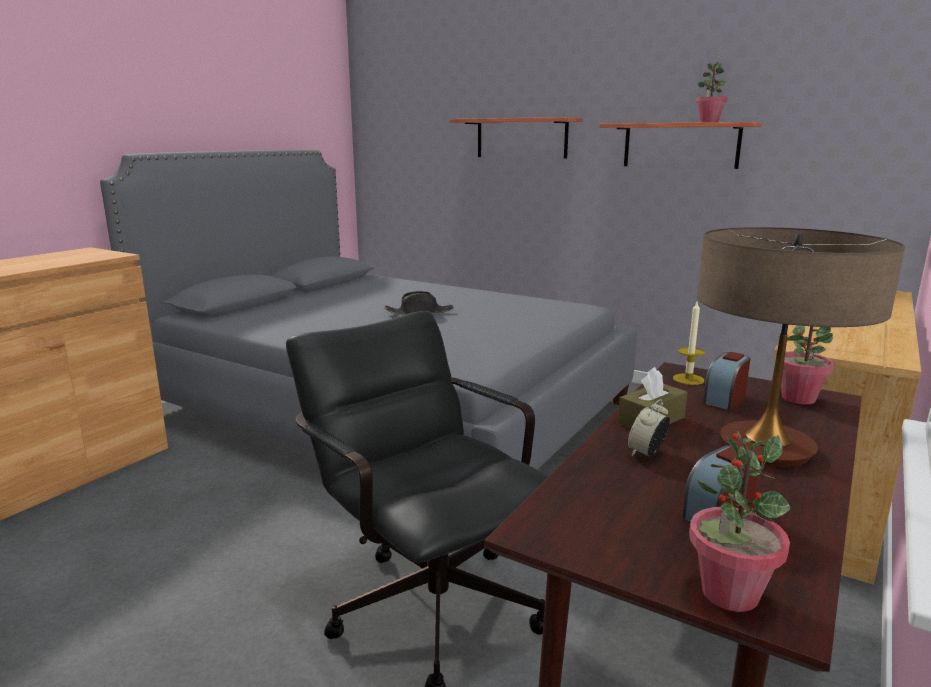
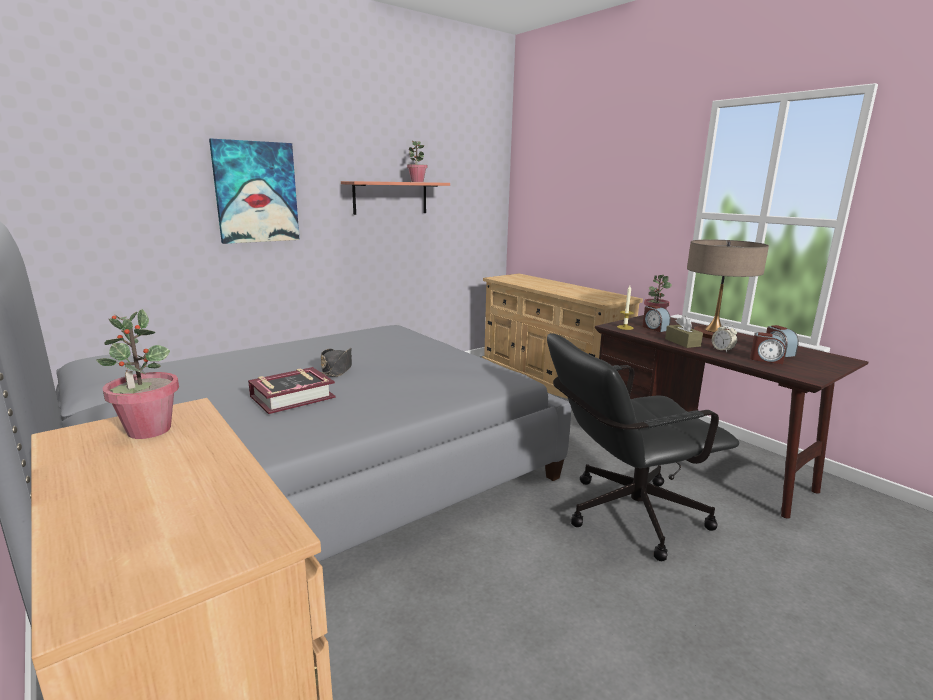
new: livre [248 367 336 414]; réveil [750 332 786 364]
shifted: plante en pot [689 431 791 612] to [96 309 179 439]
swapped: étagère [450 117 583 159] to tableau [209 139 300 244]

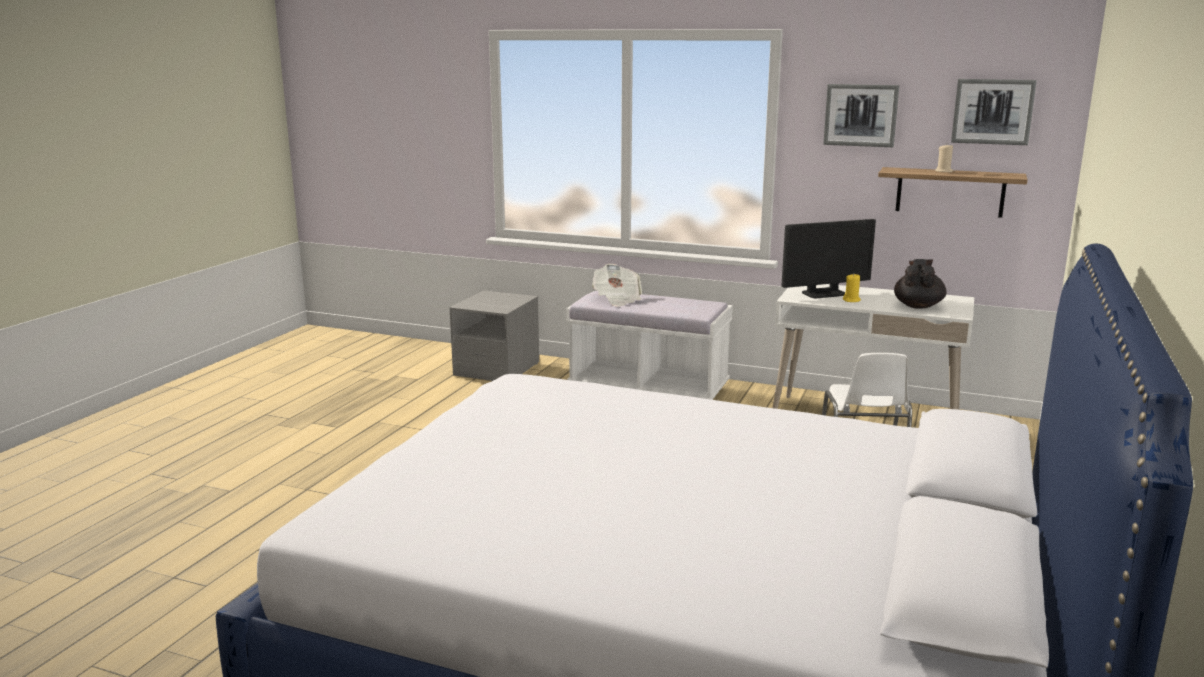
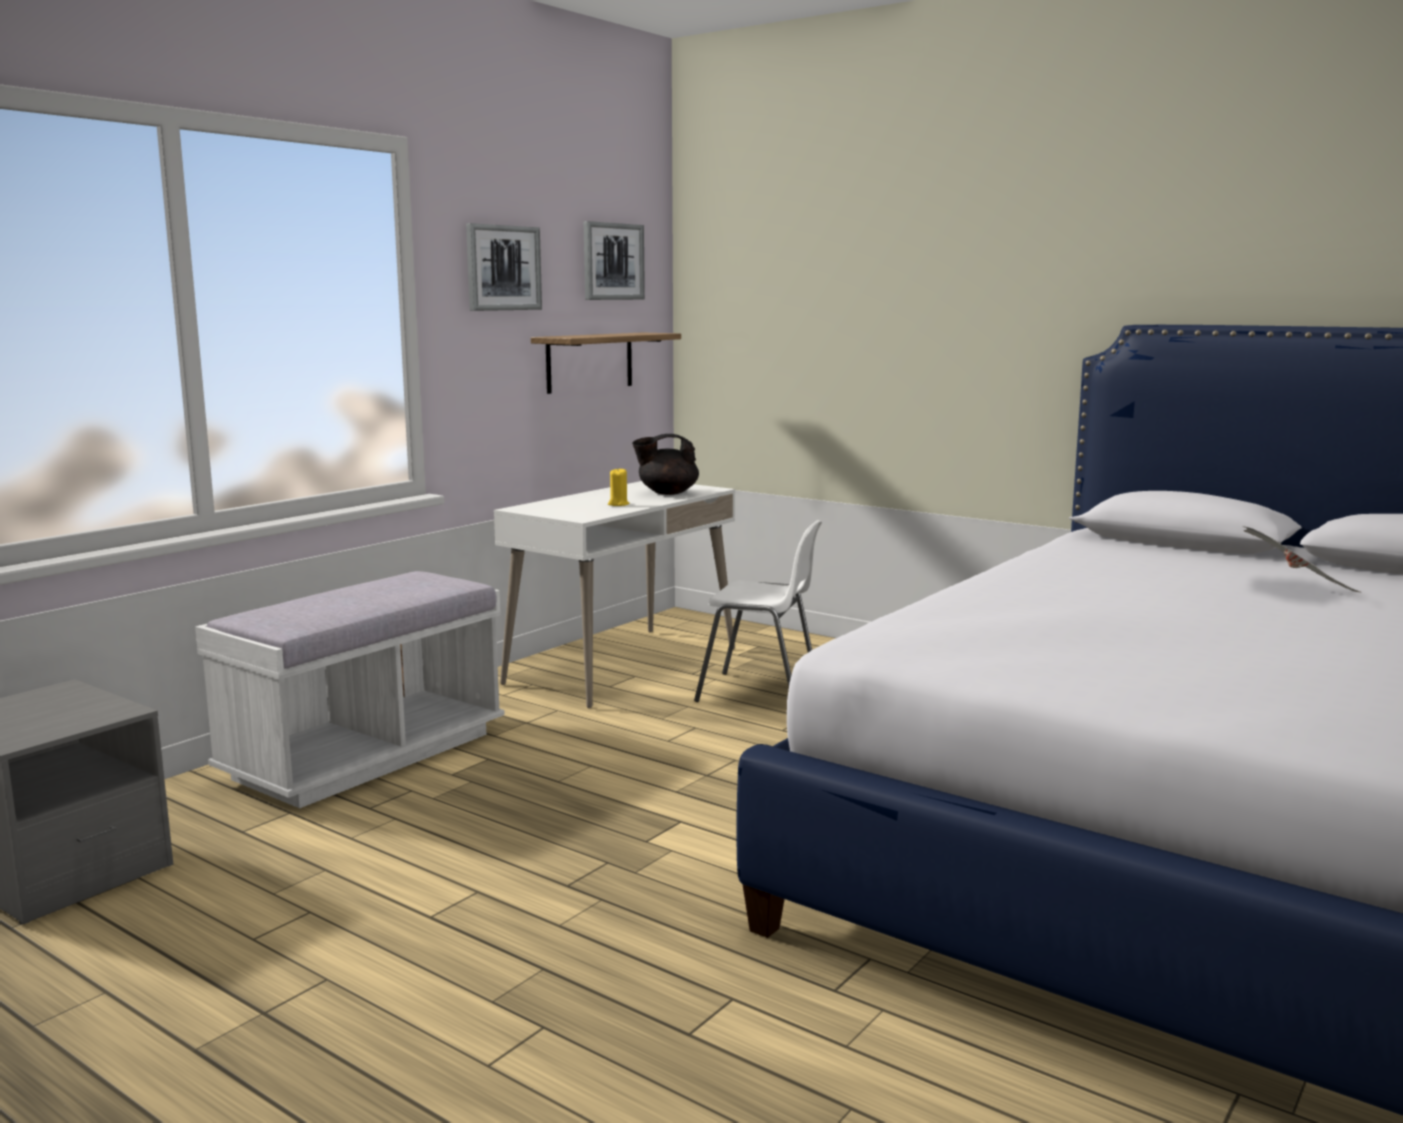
gone: écran d'ordinateur [781 219 876 298]; bougie (beige) [935 144 953 172]
shifted: journal [592 264 642 307] to [1242 526 1360 592]
rotated: théière (noir) [894 259 947 309] = [632 434 699 495] 45 degrees counterclockwise

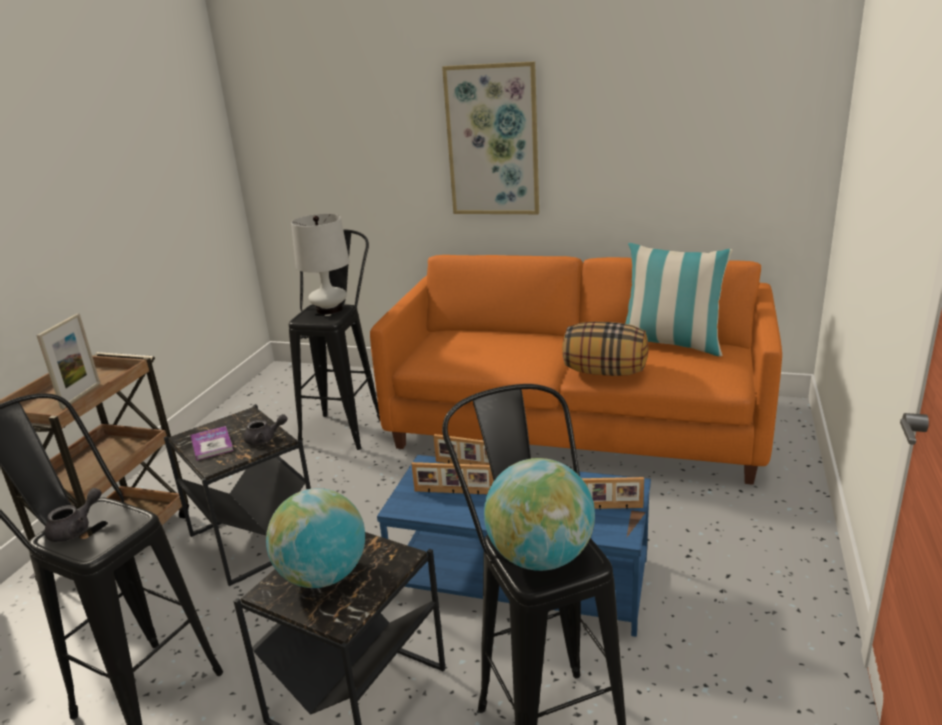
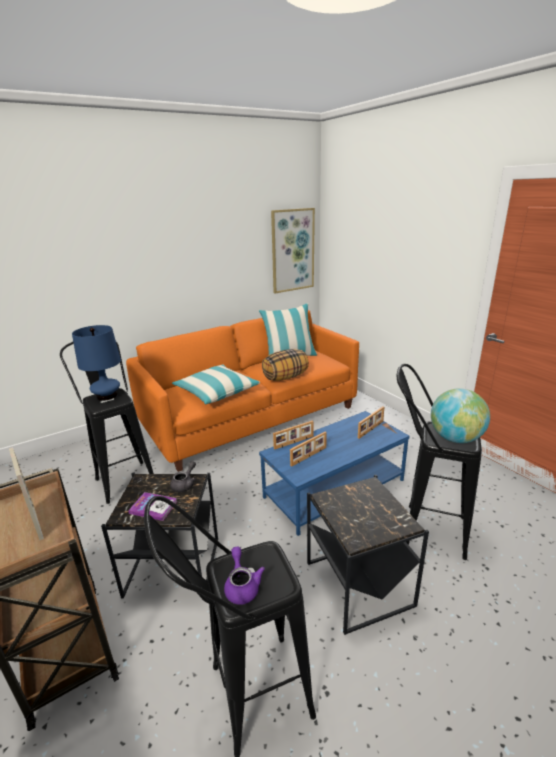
gone: globe [266 488 365 588]
new: coussin [172 365 260 404]
shifted: tableau [442 61 539 214] to [271 208 315 293]
repainted: lampe de table (blanc) [291 214 350 315] to lampe de table (bleu) [72 325 121 401]; théière (gris) [45 488 102 542] to théière (violet) [224 546 265 605]

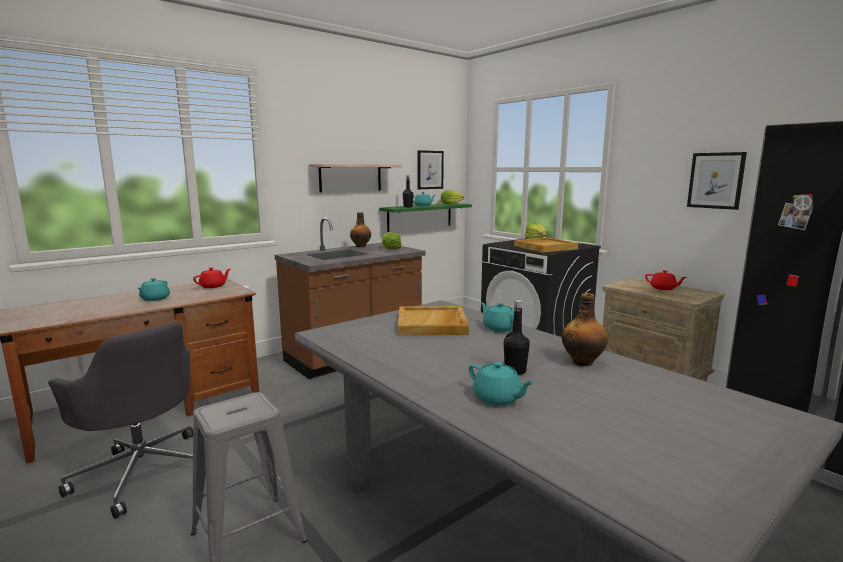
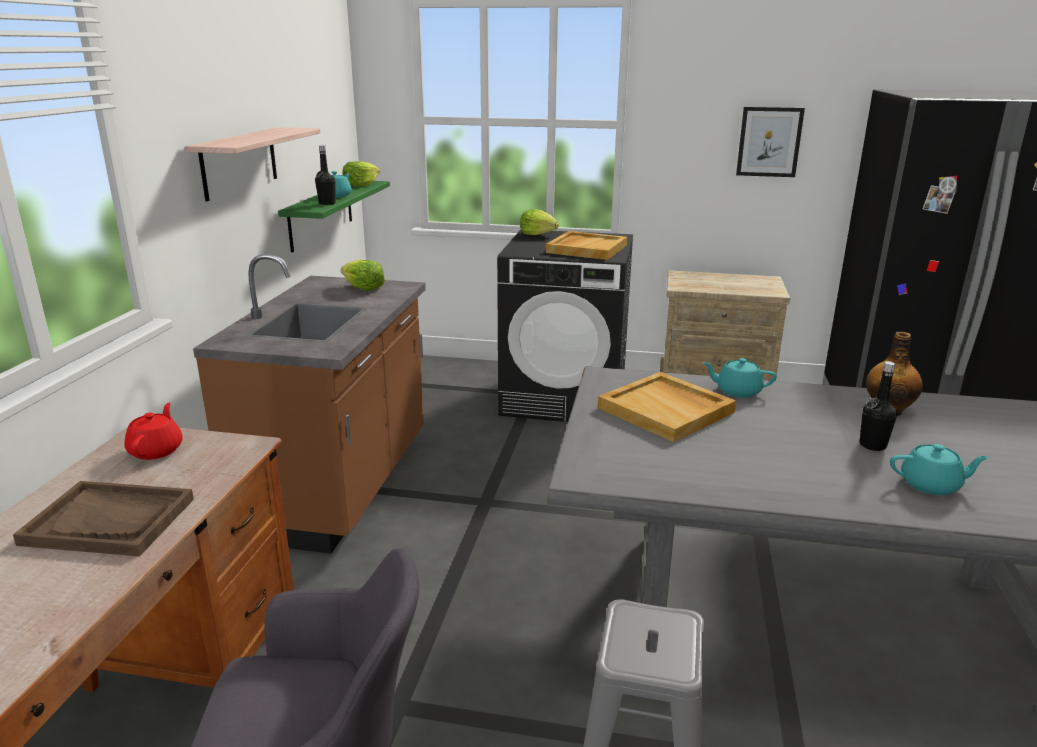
gone: bouteille [350 212 371 247]; tableau [418 150 444 189]; théière (rouge) [645 270 687 290]
swapped: théière (turquoise) [138 278 170 301] to plateau (marron) [13 481 194 557]

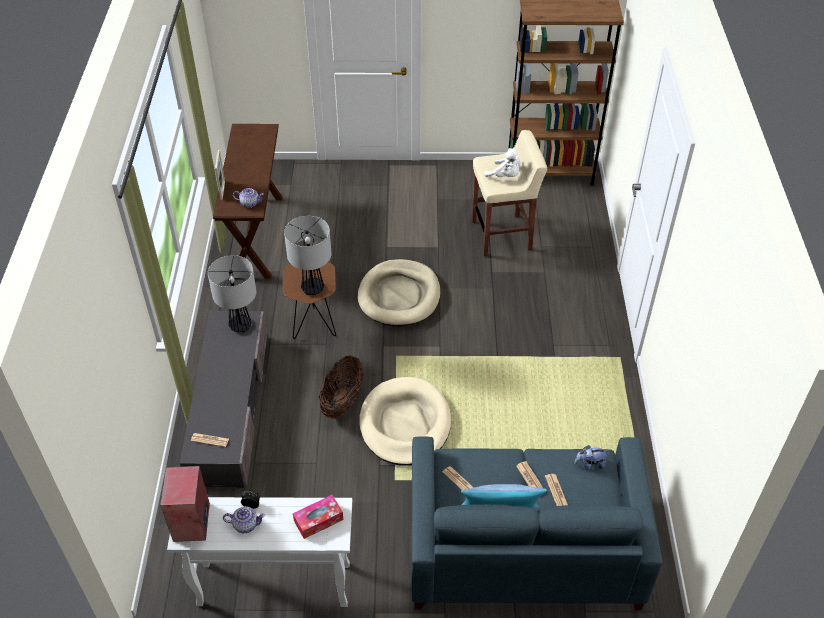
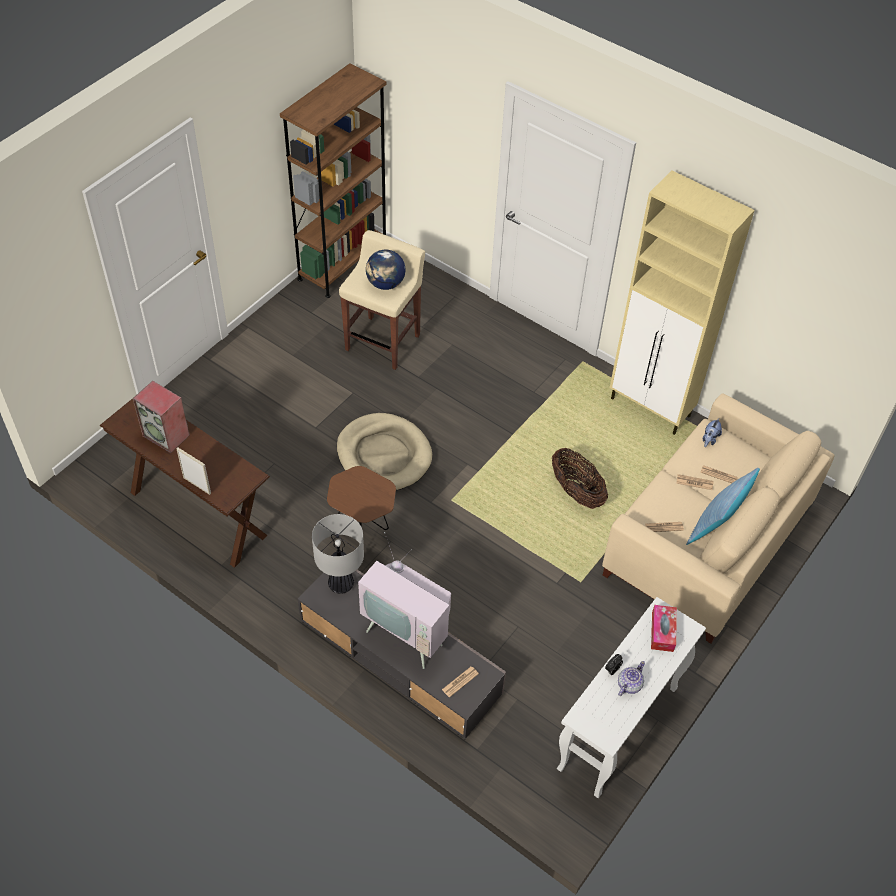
gone: théière [233 188 264 208]; lampe de table [284 216 332 295]; panier pour chien (beige) [359 377 451 465]
new: téléviseur [358 532 451 669]; meuble de rangement (beige) [610 170 755 435]
shifted: enceinte [160 466 210 542] to [133 381 190 453]; panier [319 355 363 419] to [552 448 608 509]
swapped: peluche (blanc) [484 148 520 177] to globe [366 250 406 290]
repainted: canapé (bleu) [411 437 662 611] to canapé (beige) [602 393 834 644]

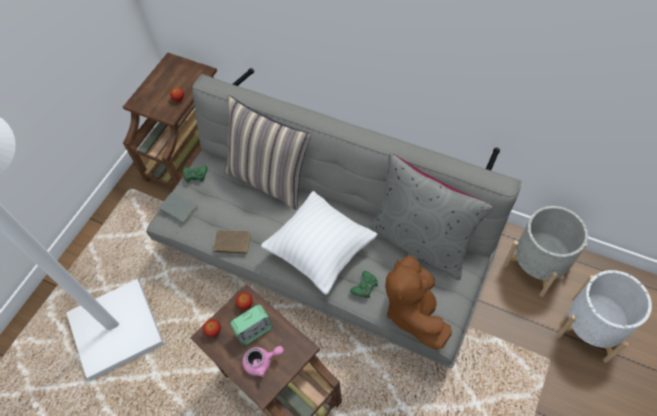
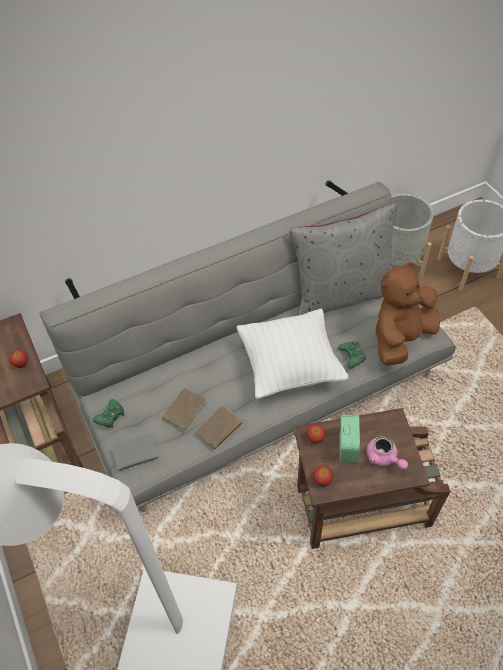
gone: coussin [224 95 311 210]
new: livre (marron) [155 388 206 431]
rotated: théière (rose) [243 346 284 377] = [366 436 408 469] 120 degrees clockwise; peluche (marron) [385 256 452 349] = [375 262 440 366] 105 degrees clockwise

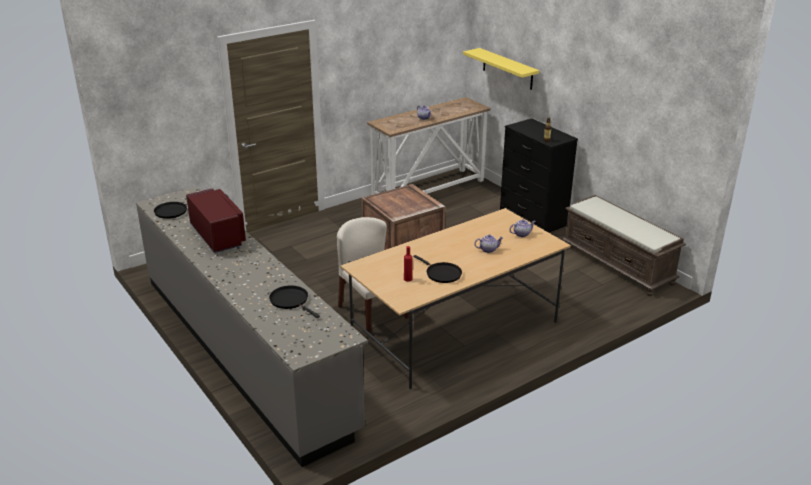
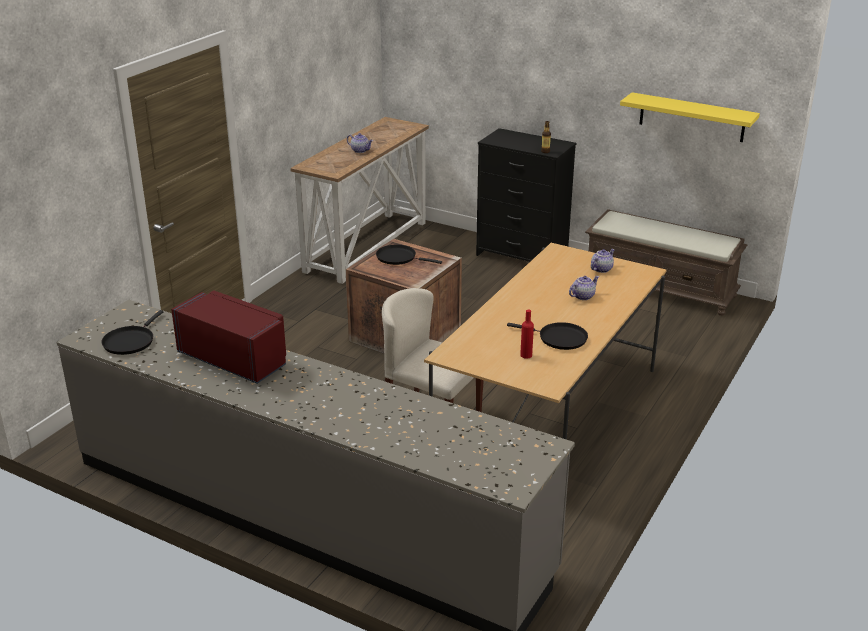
shifted: poêle (noir) [269 285 320 318] to [376 245 442 265]; étagère (jaune) [463 48 539 90] to [620 92 760 142]

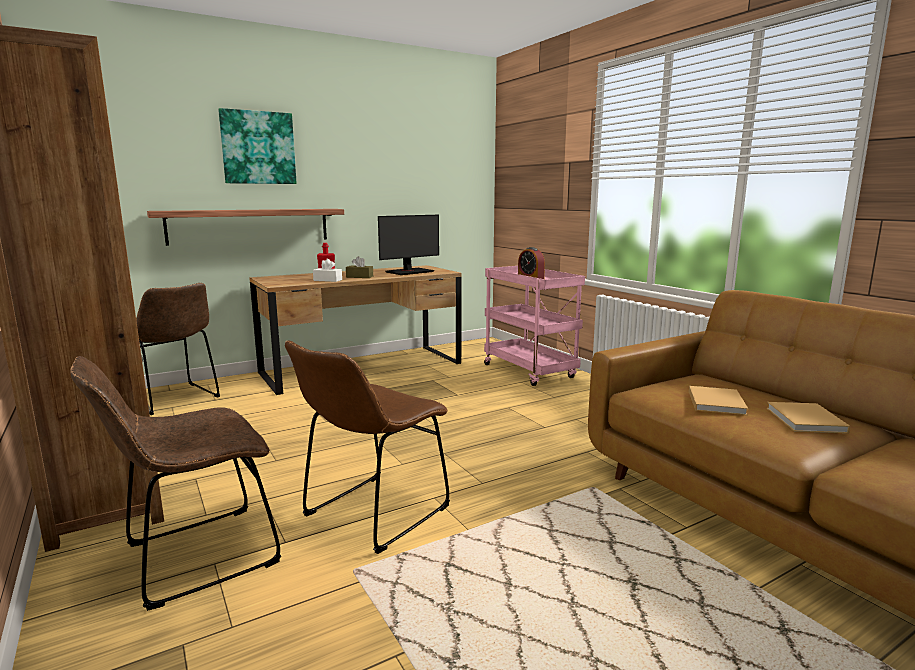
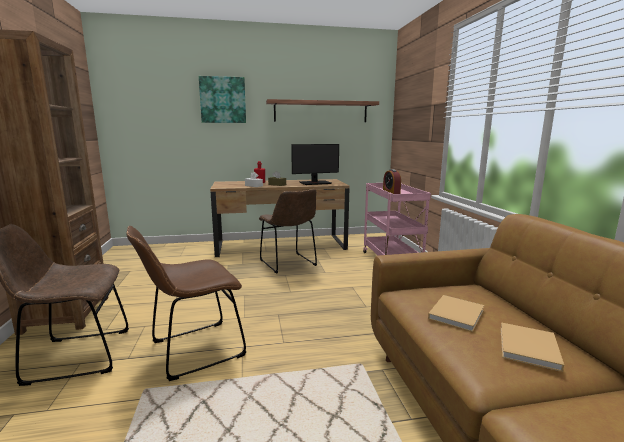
shifted: chaise (marron) [136 283 220 415] to [259 189 317 274]; étagère [147 209 344 246] to [266 99 379 122]

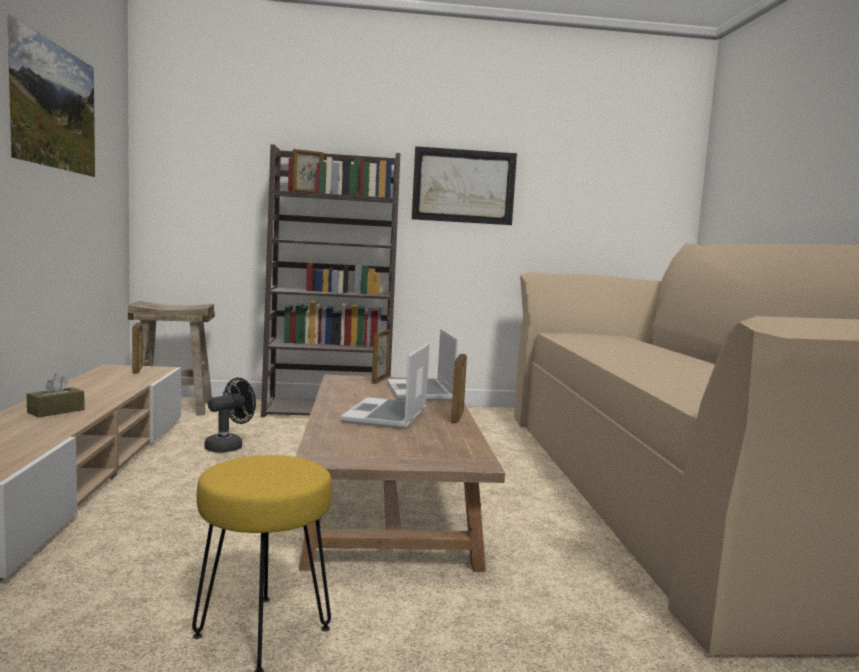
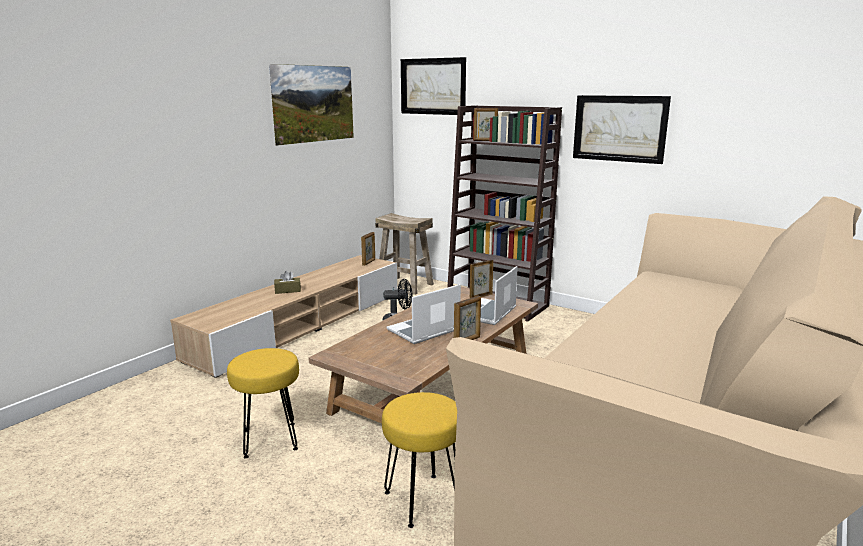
new: tabouret (jaune) [382 392 457 528]; tableau [401 57 466 115]

